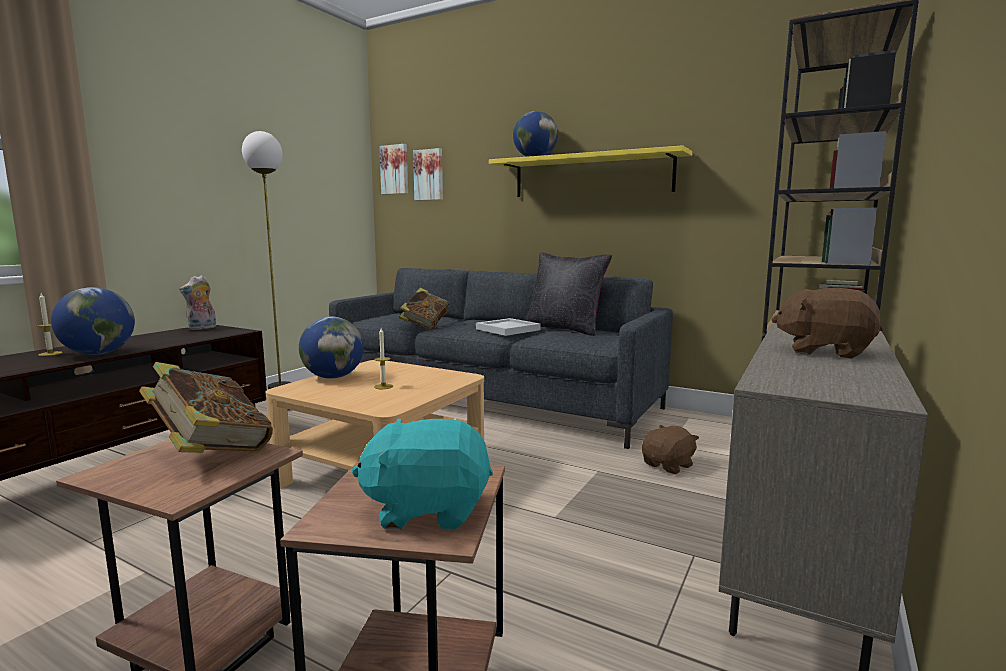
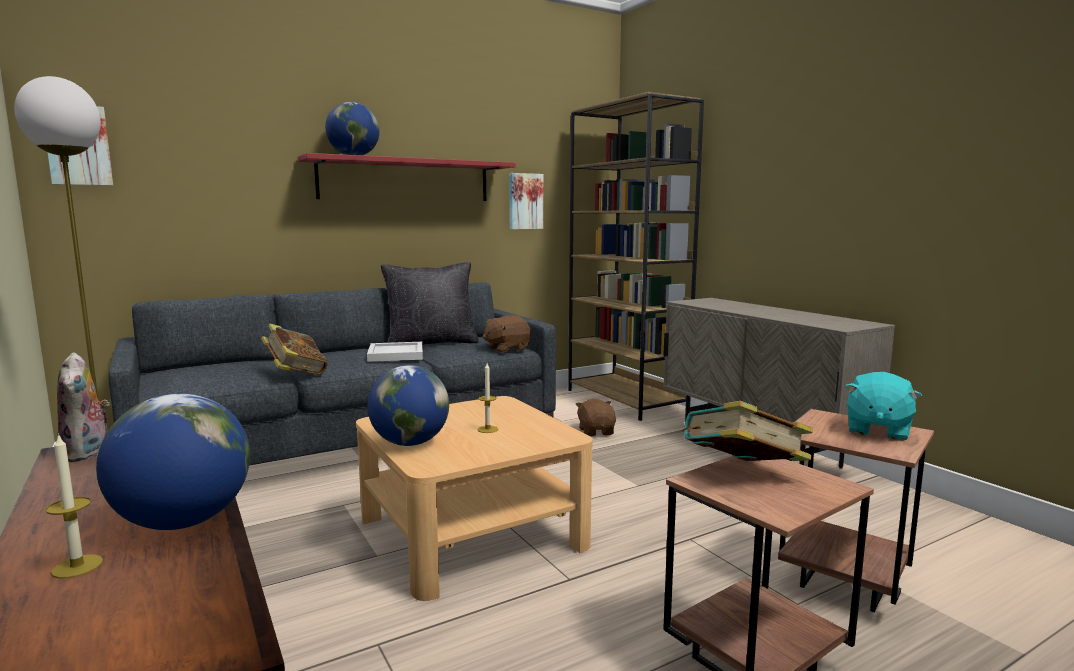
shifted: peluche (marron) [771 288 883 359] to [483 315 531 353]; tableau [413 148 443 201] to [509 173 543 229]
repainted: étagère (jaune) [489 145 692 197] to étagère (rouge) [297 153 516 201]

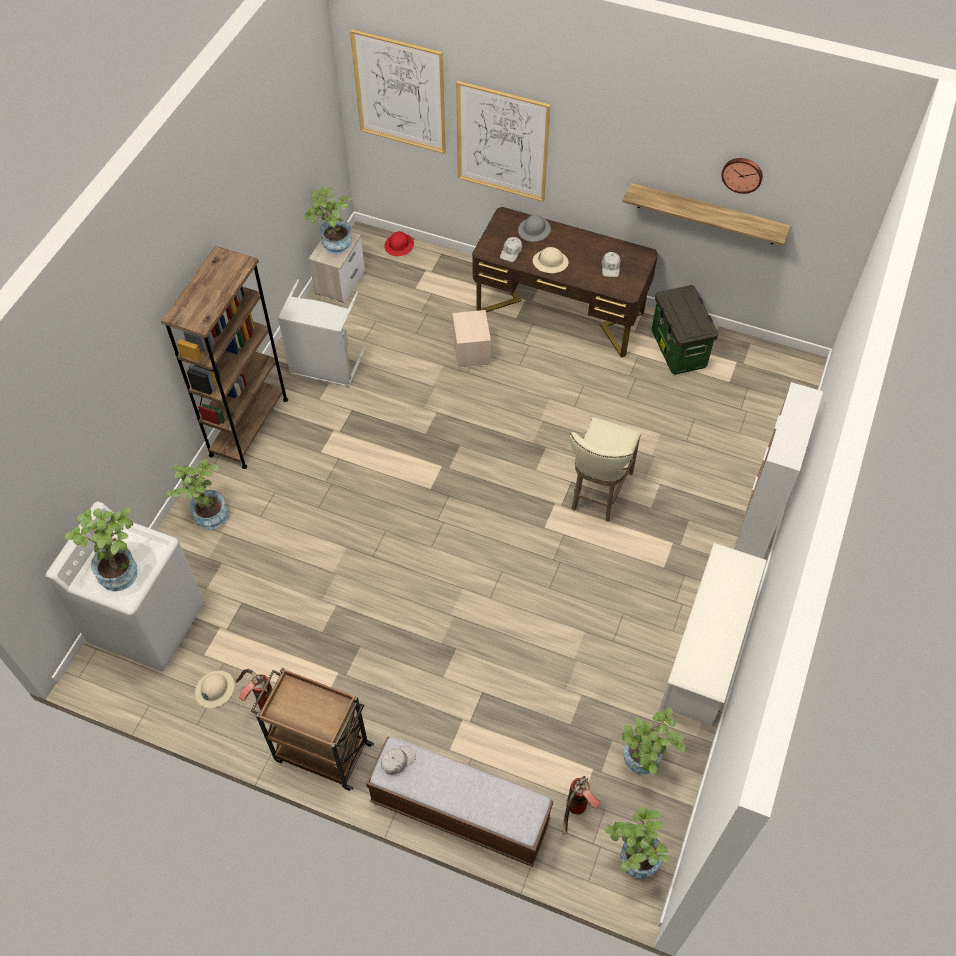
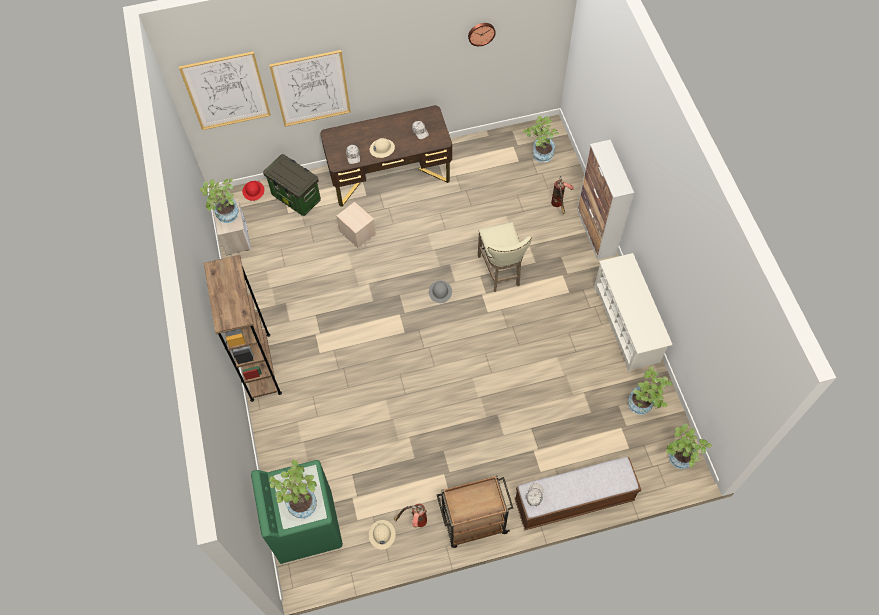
gone: panier à linge (gris) [278 279 365 387]; étagère [622 183 791 246]
shifted: boîte de rangement [652 285 718 375] to [263 154 321 216]; casque de chantier (gris) [518 215 551 242] to [429 280 452 303]; plante en pot [166 459 227 529] to [523 116 559 163]; extincteur [562 776 601 835] to [551 176 574 214]
repainted: lave-linge (blanc) [46 501 204 671] to lave-linge (vert) [251 460 343 564]

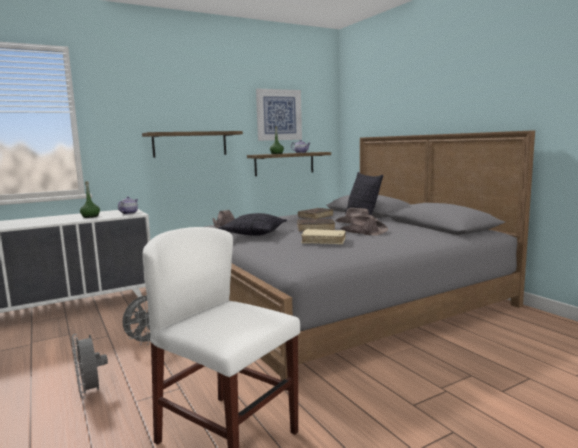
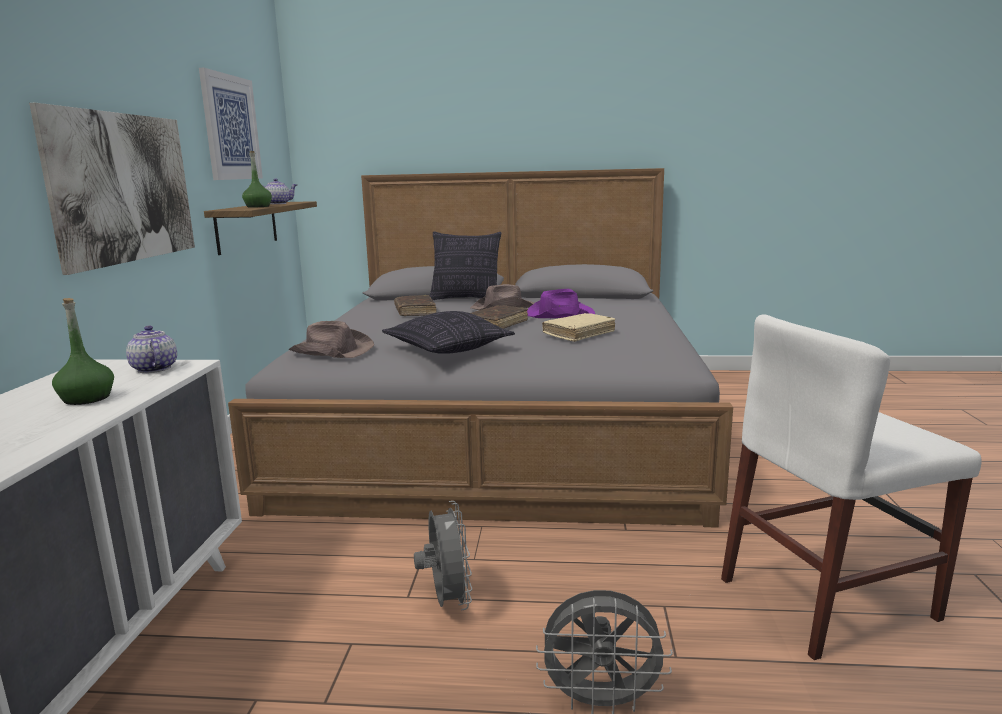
swapped: étagère [142 131 243 158] to tableau [29 103 195 275]
repainted: chapeau (marron) [341 215 388 236] to chapeau (violet) [527 289 595 318]

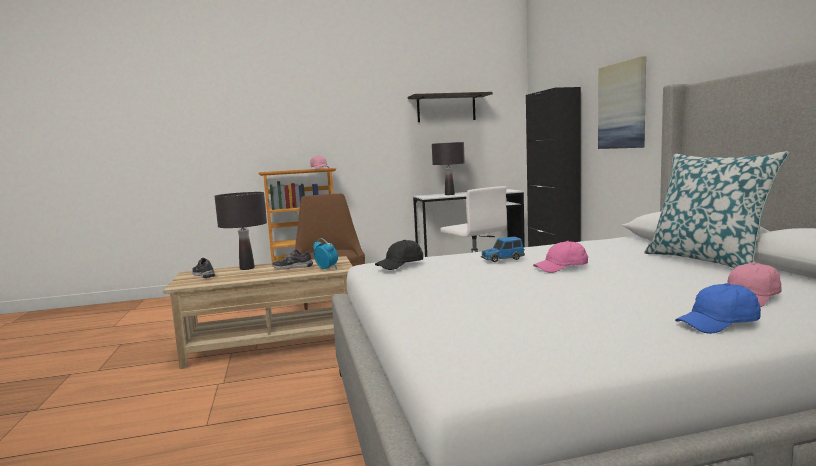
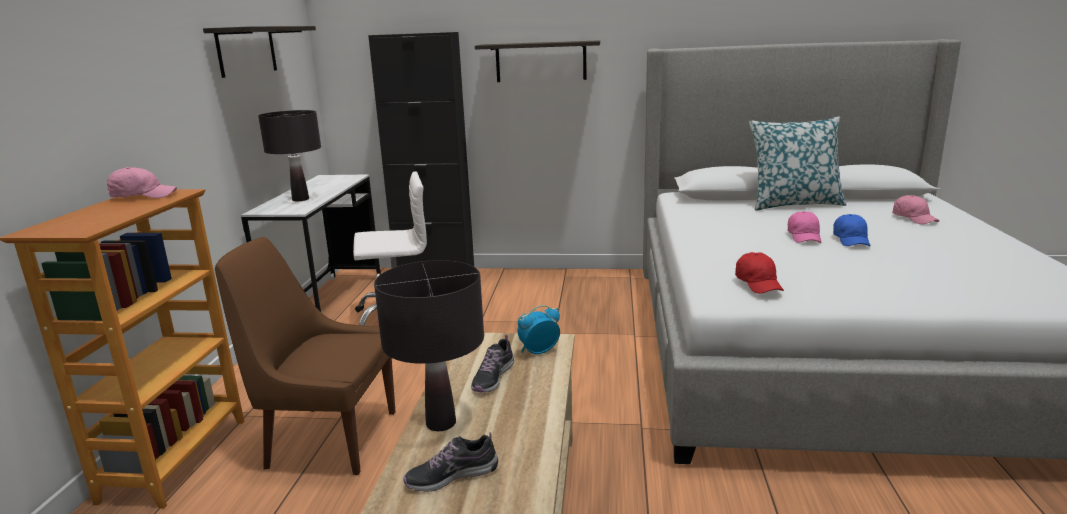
gone: petite voiture [481 237 525 262]
shifted: casquette (bleu) [675 283 761 334] to [833 214 871 246]
swapped: tableau [598 56 646 149] to étagère [475 40 600 82]
repainted: casquette (noir) [375 240 423 270] to casquette (rouge) [735 252 784 294]

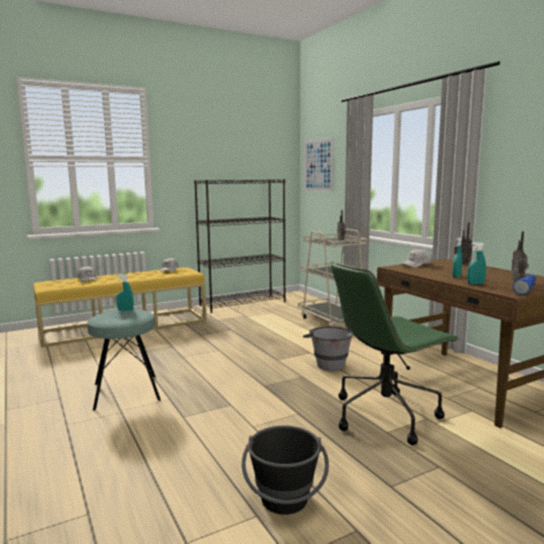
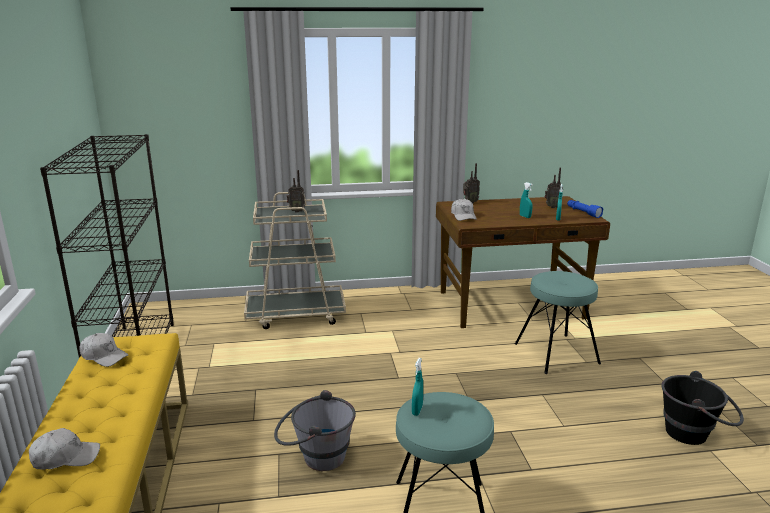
gone: tableau [304 138 334 192]
shifted: seau (gris) [303 326 353 371] to [274 390 356 471]
swapped: chaise de bureau (vert) [331 262 459 445] to tabouret (turquoise) [515 271 601 374]

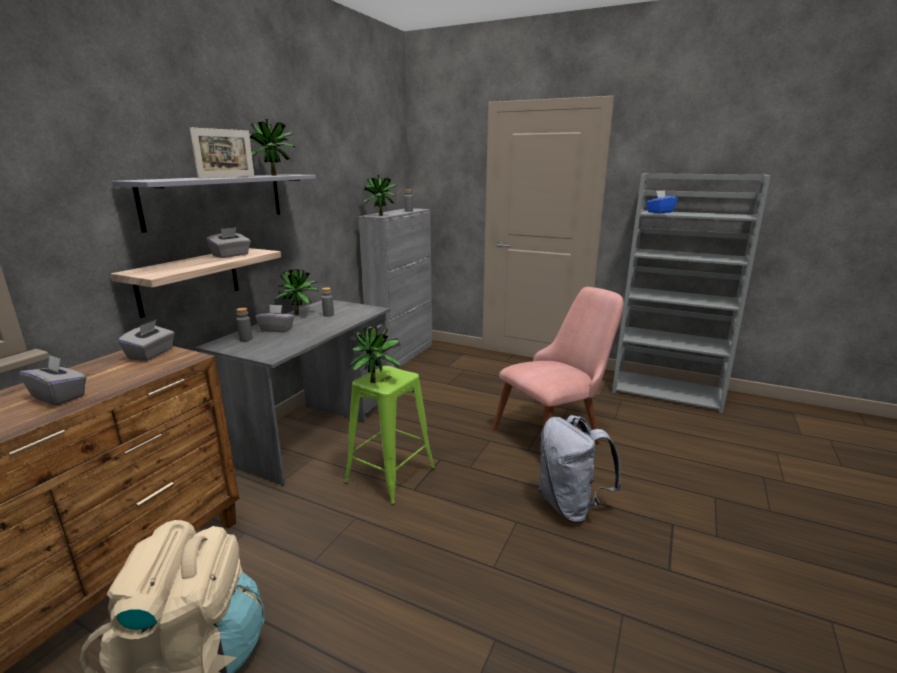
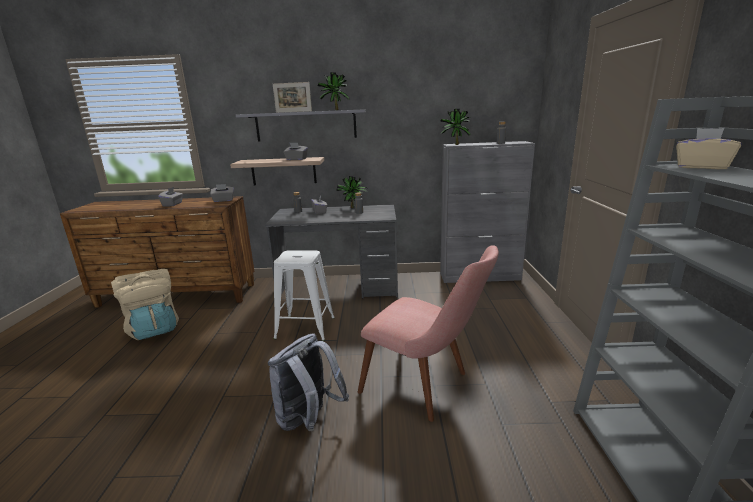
gone: plante en pot [349 326 401 383]
repainted: tabouret (vert) [344 366 435 505] to tabouret (blanc) [274 250 335 341]; boîte à mouchoirs (bleu) [646 190 678 213] to boîte à mouchoirs (beige) [676 128 742 169]

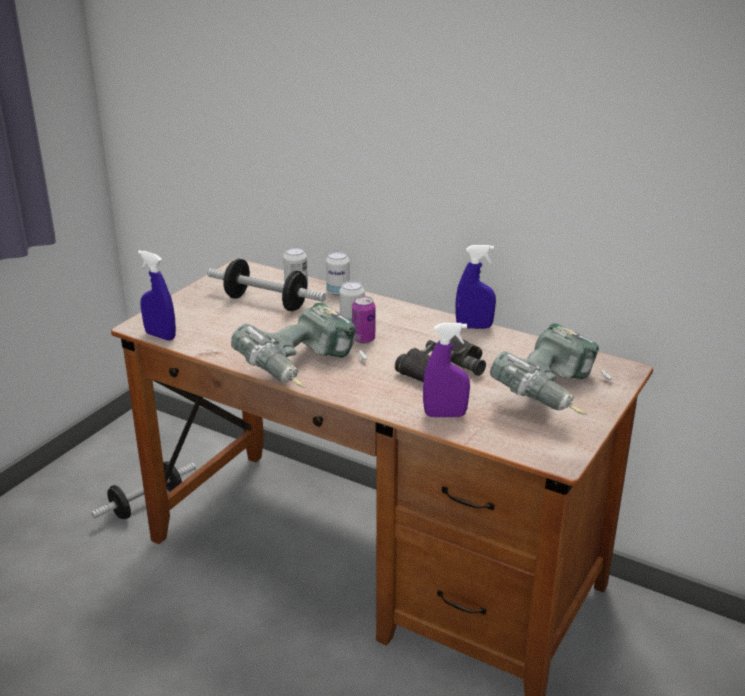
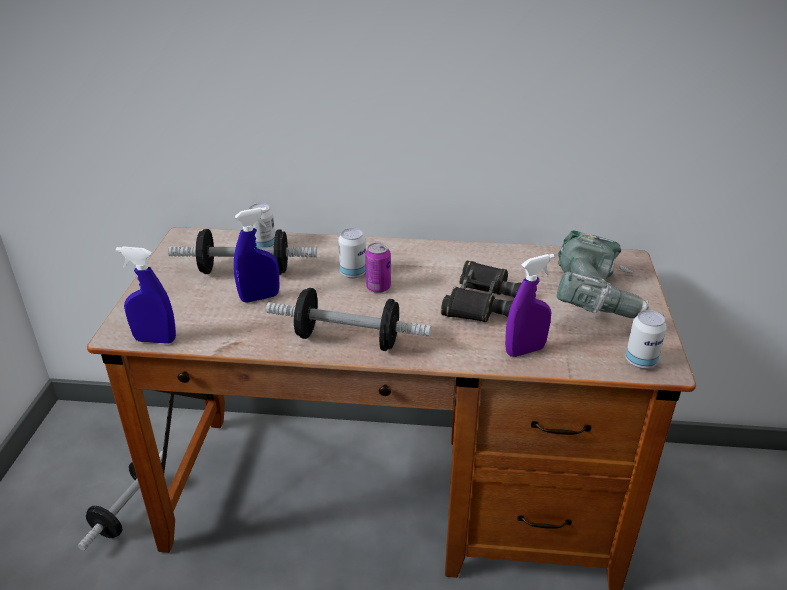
shifted: vaporisateur (bleu) [456 245 496 329] to [234 207 280 303]; boîte métallique [326 251 350 296] to [625 310 667 369]
swapped: perceuse [231 303 368 388] to haltère [266 288 431 351]

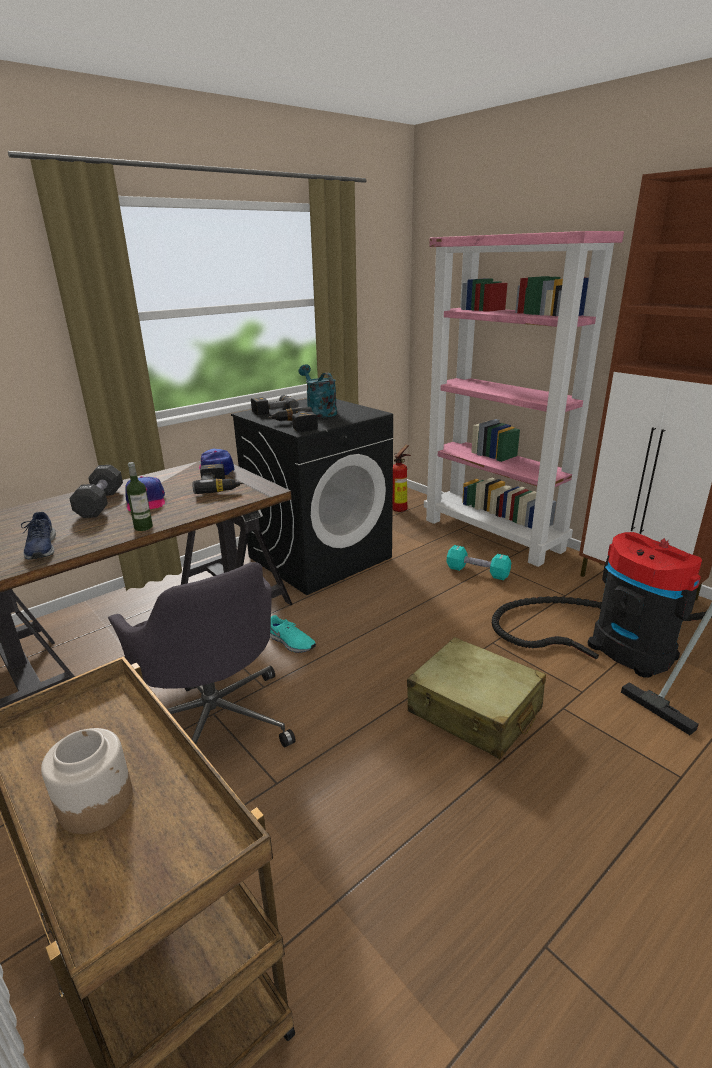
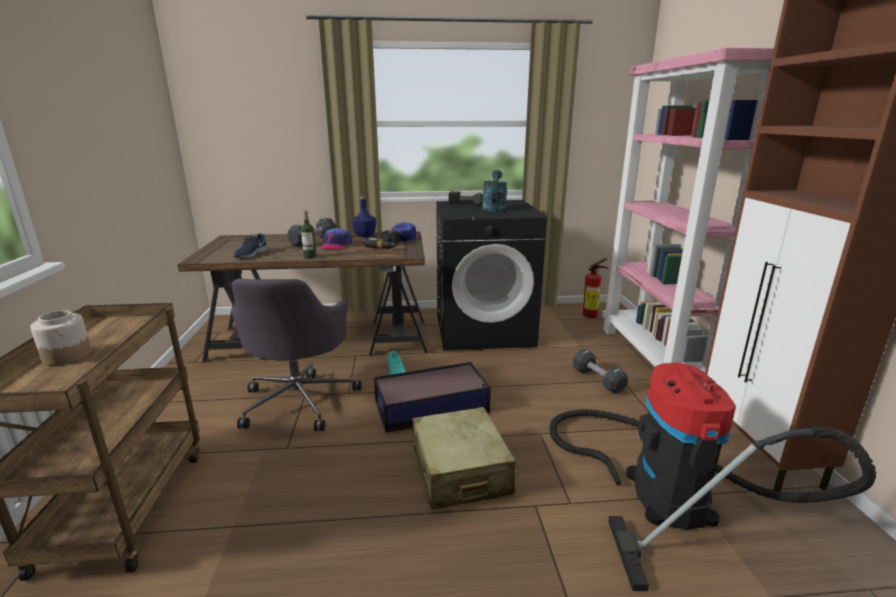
gone: perceuse [268 407 318 432]
new: bouteille (bleu) [352 196 376 237]; boîte de rangement [374 362 491 433]
repainted: haltère (turquoise) [446 545 511 580] to haltère (noir) [573 349 628 394]

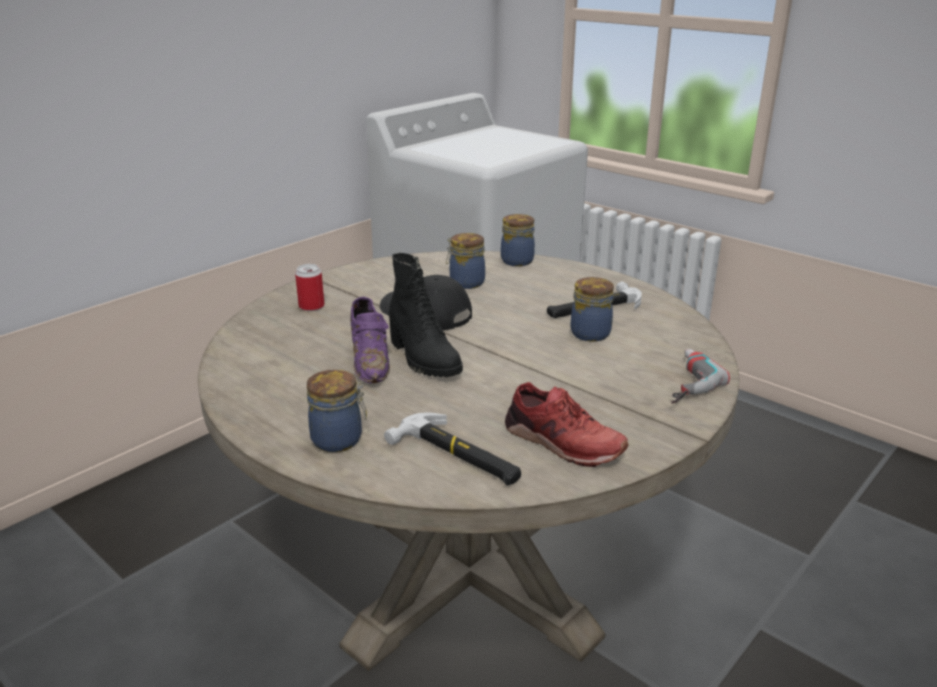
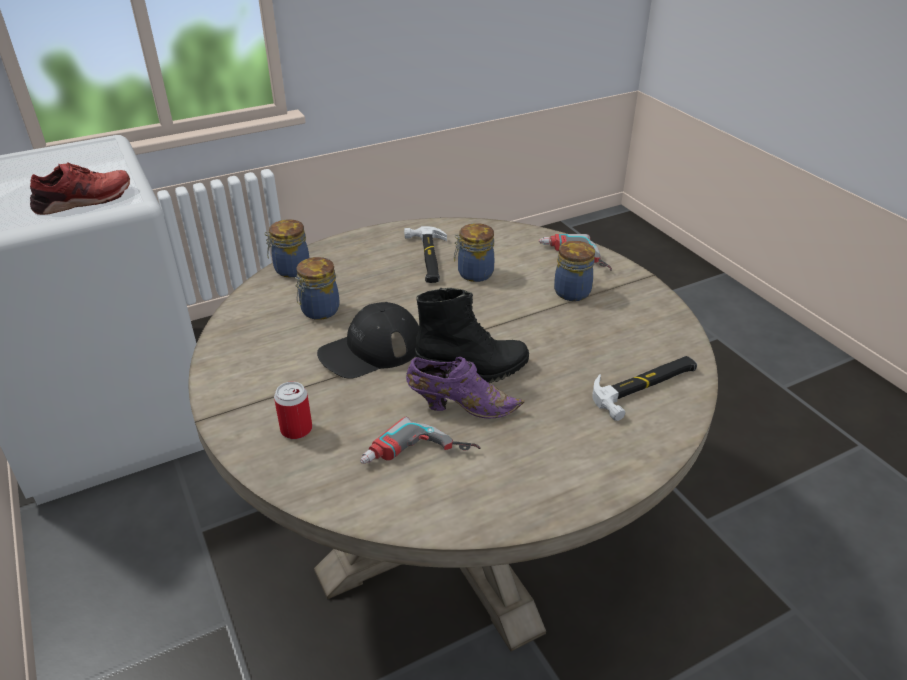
new: perceuse [360 417 481 464]
shifted: chaussure (rouge) [505 382 629 467] to [30 162 130 215]; bocal [307 370 367 452] to [554 241 595 301]

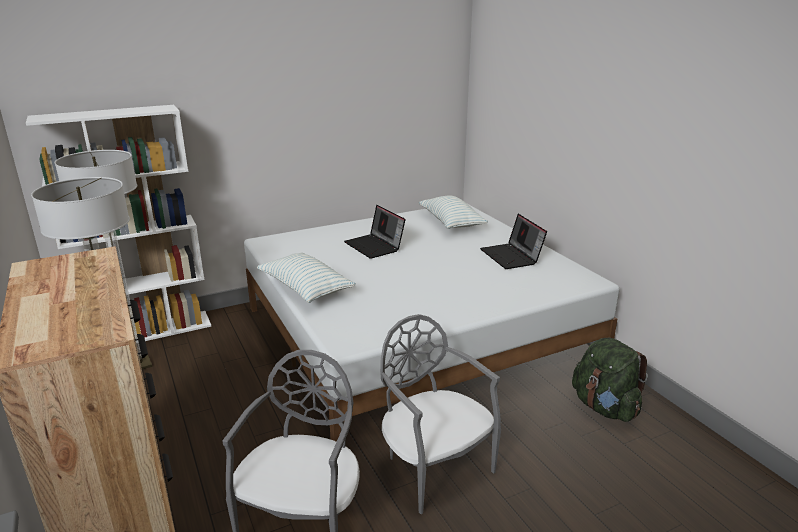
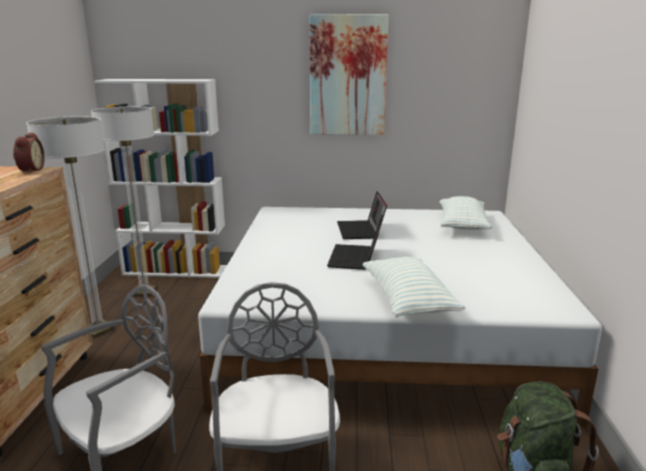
new: réveil [13 132 45 174]; tableau [310 14 389 135]
shifted: ordinateur portable [480 214 547 269] to [327 214 383 270]; coussin [257 252 356 303] to [362 257 465 317]

